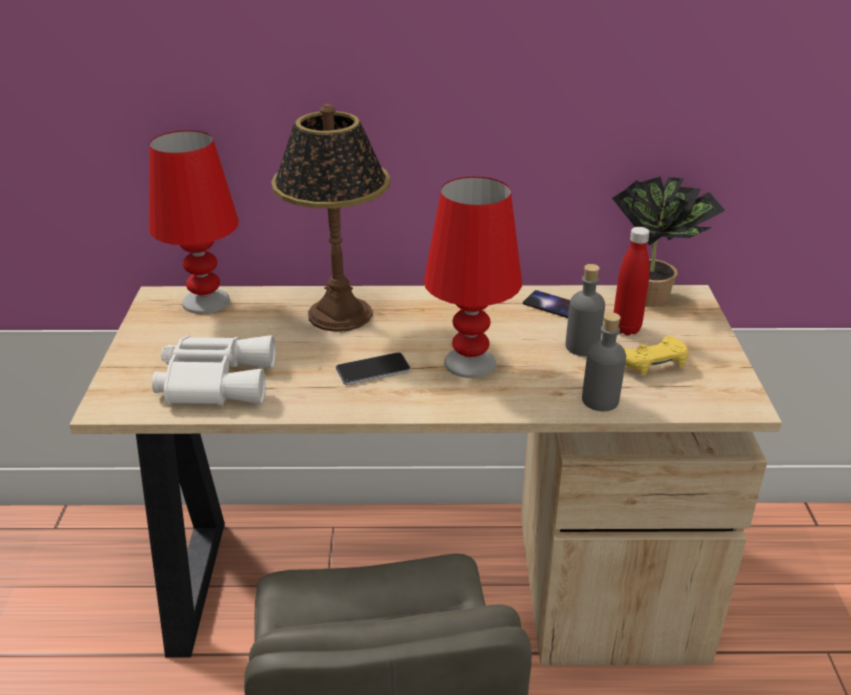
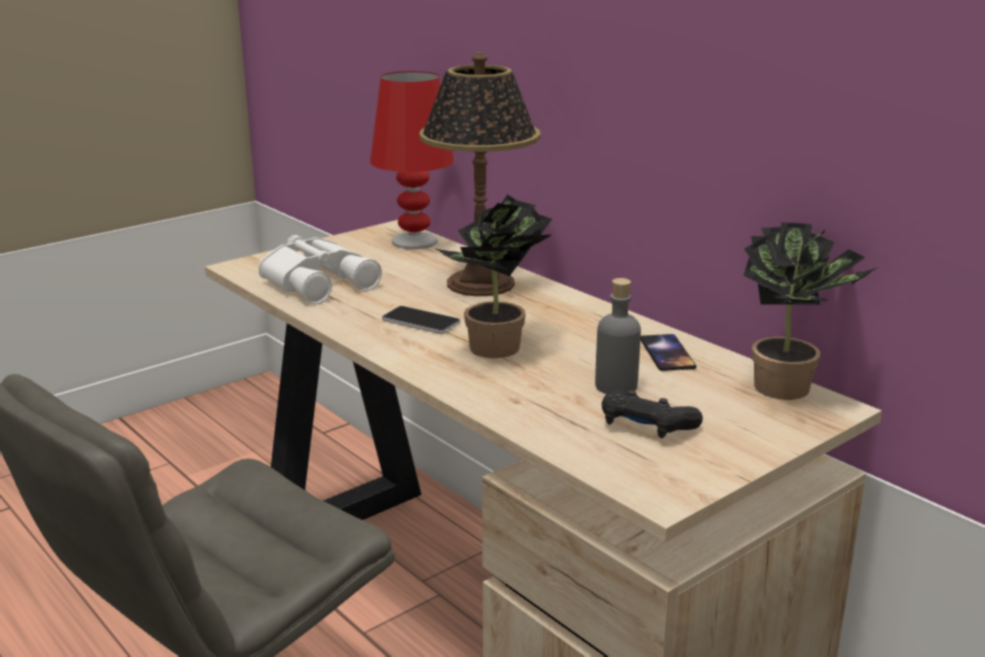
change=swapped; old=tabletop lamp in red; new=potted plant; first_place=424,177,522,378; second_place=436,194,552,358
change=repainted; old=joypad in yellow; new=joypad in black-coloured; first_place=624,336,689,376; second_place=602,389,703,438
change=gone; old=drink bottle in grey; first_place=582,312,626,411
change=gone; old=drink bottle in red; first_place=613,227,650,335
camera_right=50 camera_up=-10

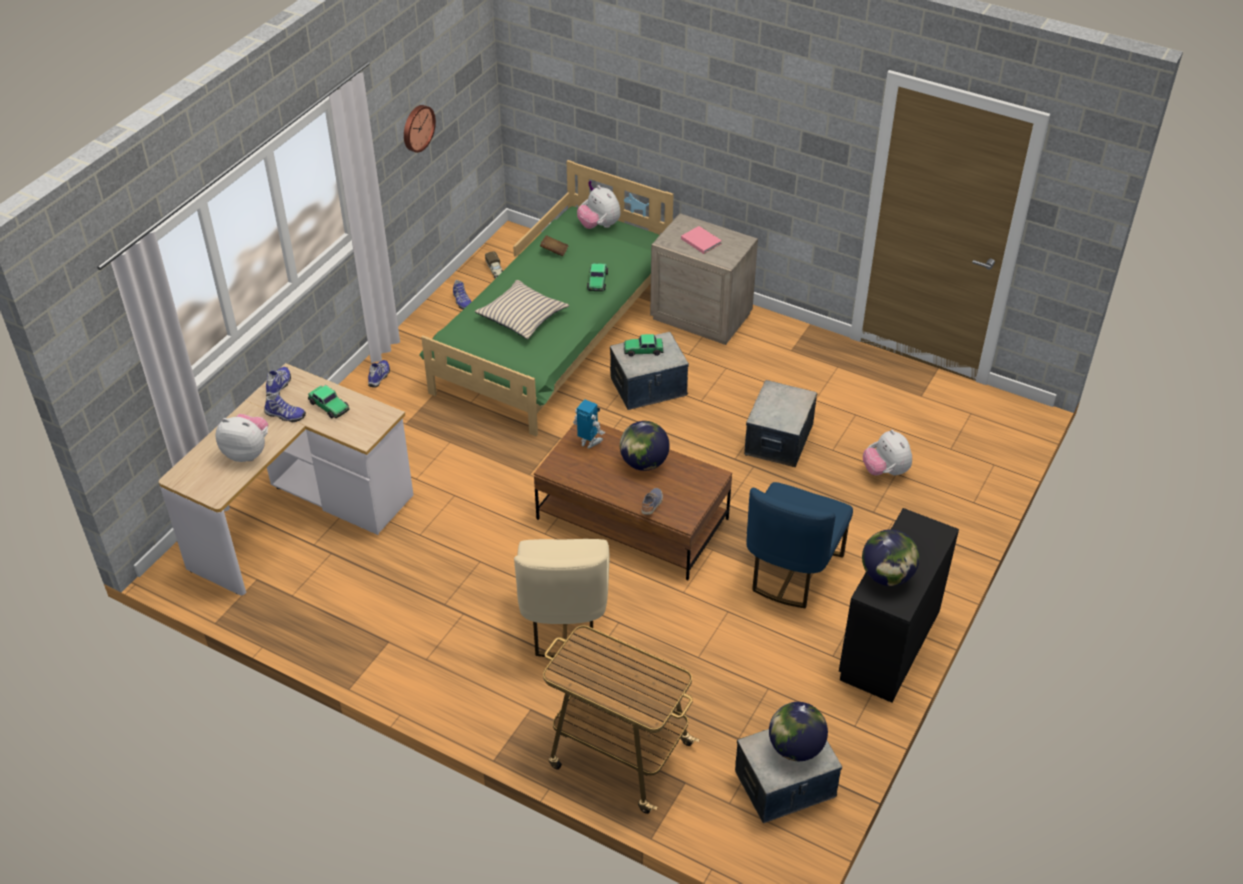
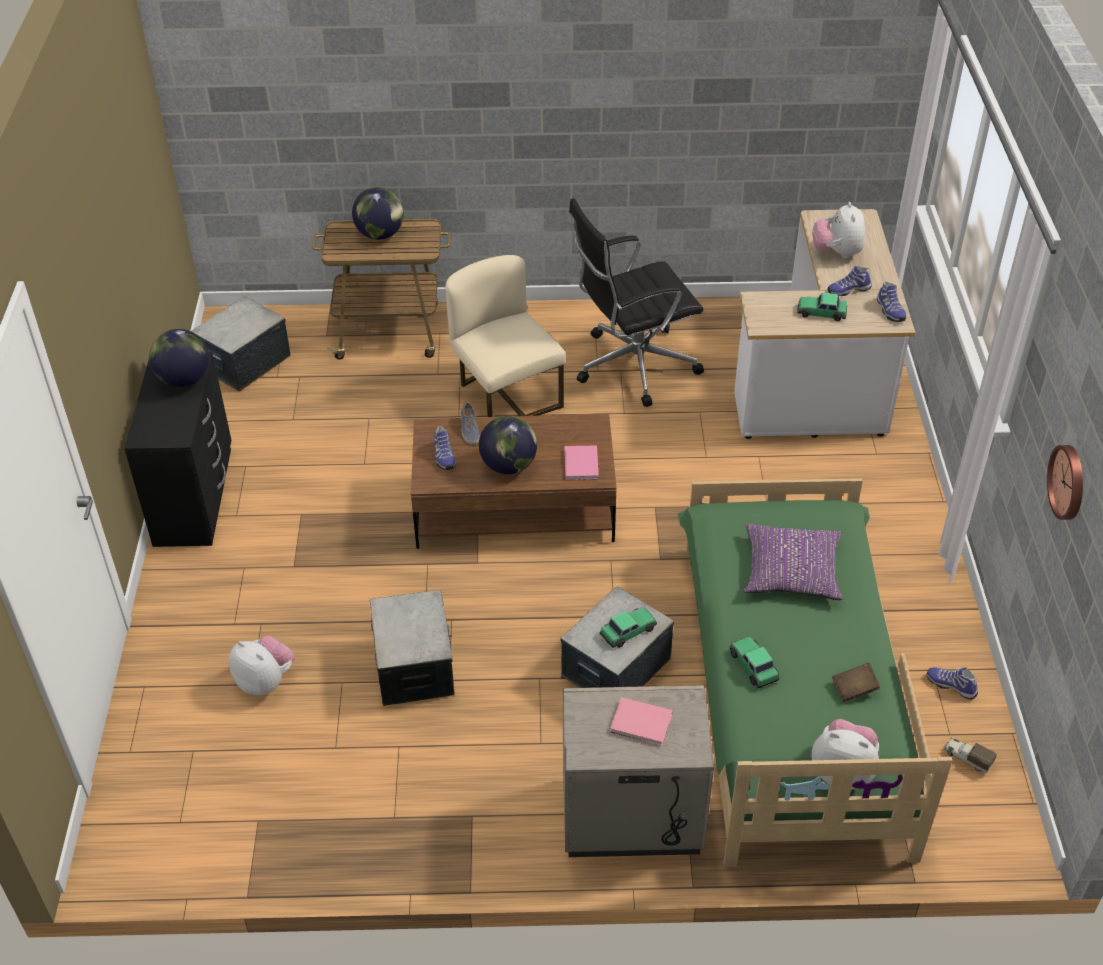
change=shifted; old=globe; first_place=769,702,828,761; second_place=352,187,404,240
change=shifted; old=low shoe; first_place=368,360,390,388; second_place=434,426,456,470
change=swapped; old=toy robot; new=bound book in pink-coloured; first_place=573,399,605,449; second_place=564,445,599,480
change=new; new=desk chair in black-coloured; second_place=569,198,704,407
change=repainted; old=throw pillow in beige-coloured; new=throw pillow in purple-coloured; first_place=475,280,569,339; second_place=744,523,843,600
change=rotated; old=plush toy; first_place=215,414,268,462; second_place=812,202,865,259; degrees=105
change=gone; old=chair in blue; first_place=747,482,853,608
camera_right=150 camera_up=0

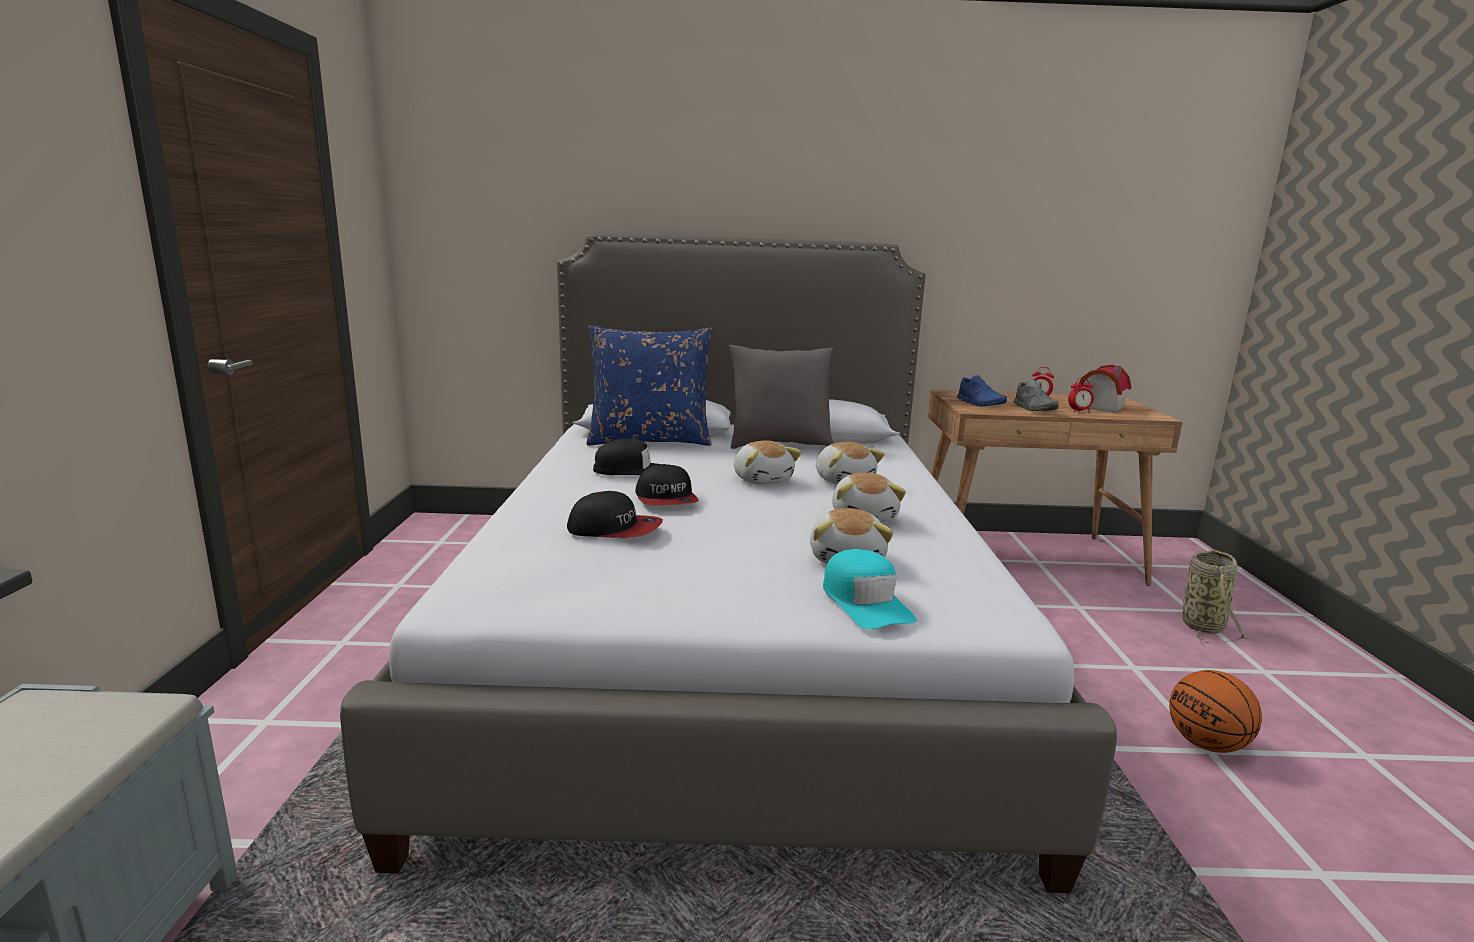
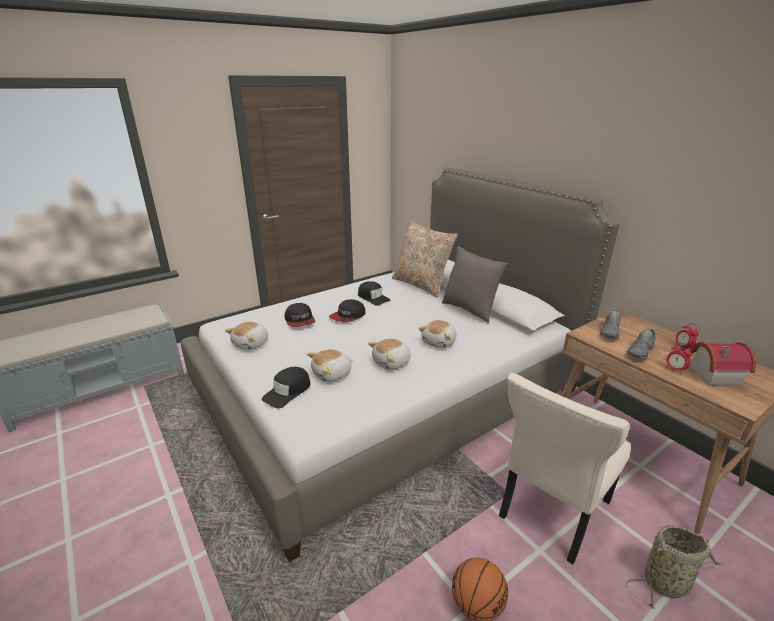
change=shifted; old=plush toy; first_place=734,440,802,484; second_place=225,322,268,350
change=repainted; old=peaked cap in turquoise; new=peaked cap in black-coloured; first_place=823,549,917,629; second_place=262,367,310,409
change=repainted; old=throw pillow in blue; new=throw pillow in beige-coloured; first_place=587,325,712,446; second_place=392,220,458,298
change=new; new=chair in beige-coloured; second_place=499,373,631,564
change=repainted; old=low shoe in blue; new=low shoe in grey; first_place=957,375,1007,407; second_place=600,309,621,339
camera_right=55 camera_up=10

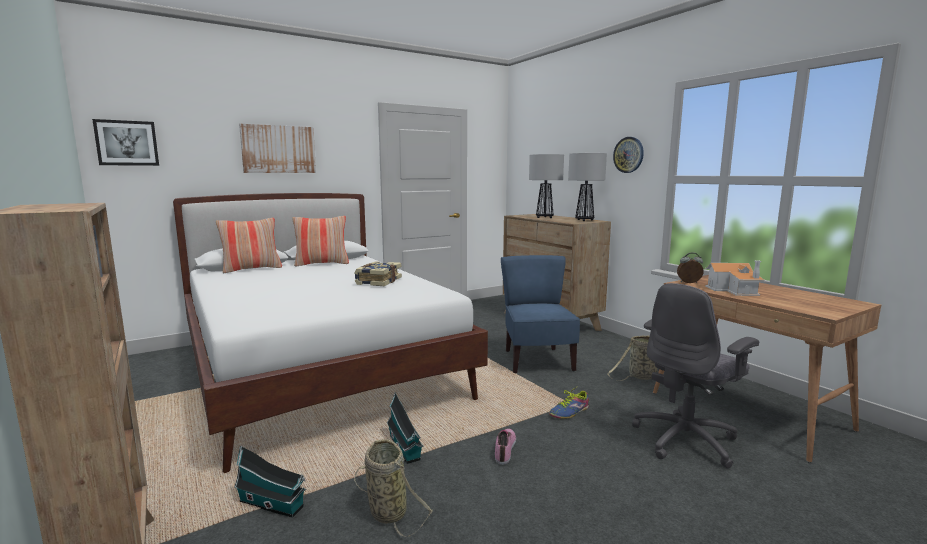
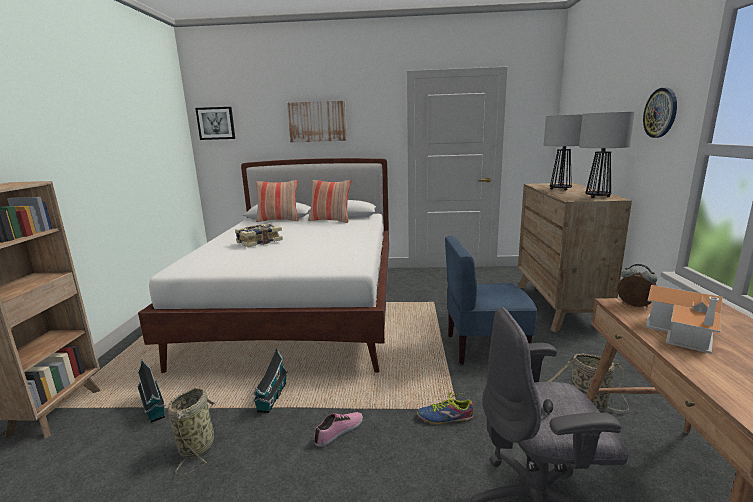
change=shifted; old=bound book; first_place=354,261,402,286; second_place=235,223,283,247
change=rotated; old=chair in blue; first_place=501,255,580,373; second_place=445,236,537,365; degrees=-120
camera_right=35 camera_up=5

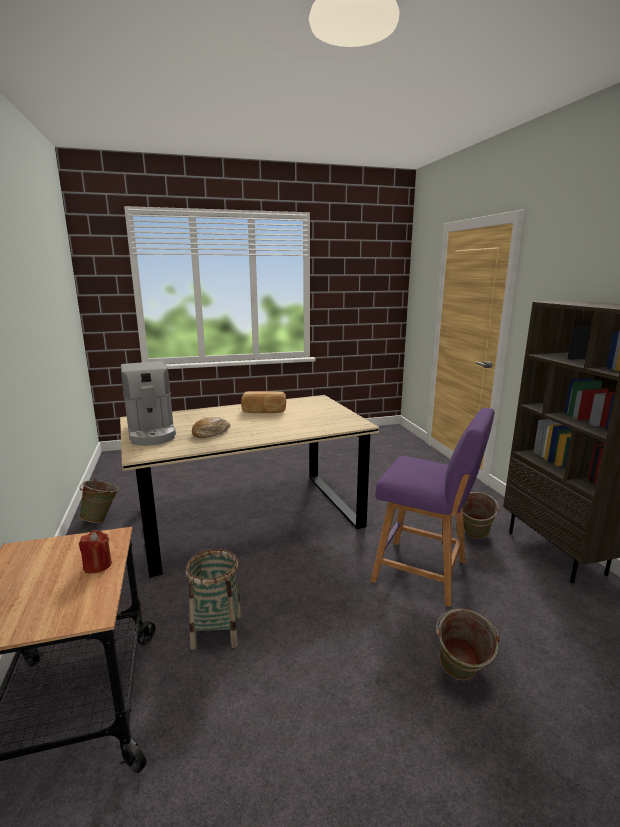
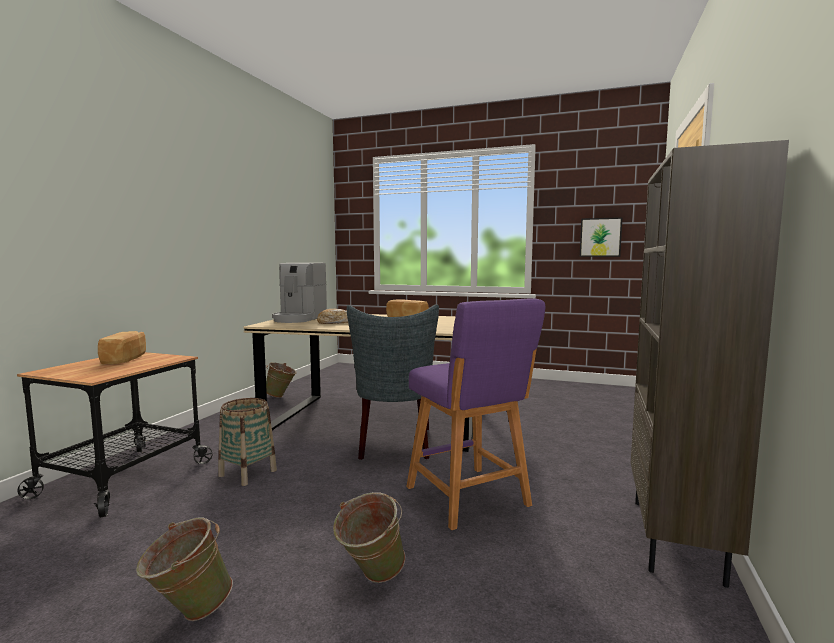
change=new; new=bread; second_place=98,331,146,364
change=shifted; old=bucket in green-coloured; first_place=463,492,500,539; second_place=136,518,233,621
change=new; new=chair in grey; second_place=347,304,439,460
change=new; new=wall picture; second_place=580,217,623,257
change=gone; old=wax light in red; first_place=79,530,112,573
camera_right=35 camera_up=-10

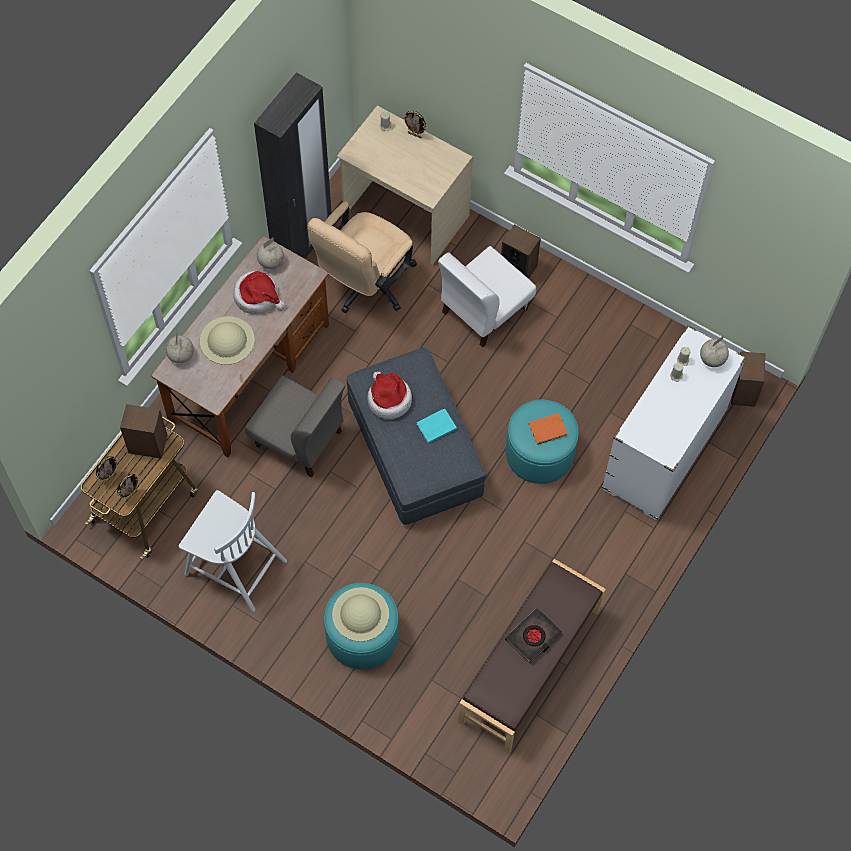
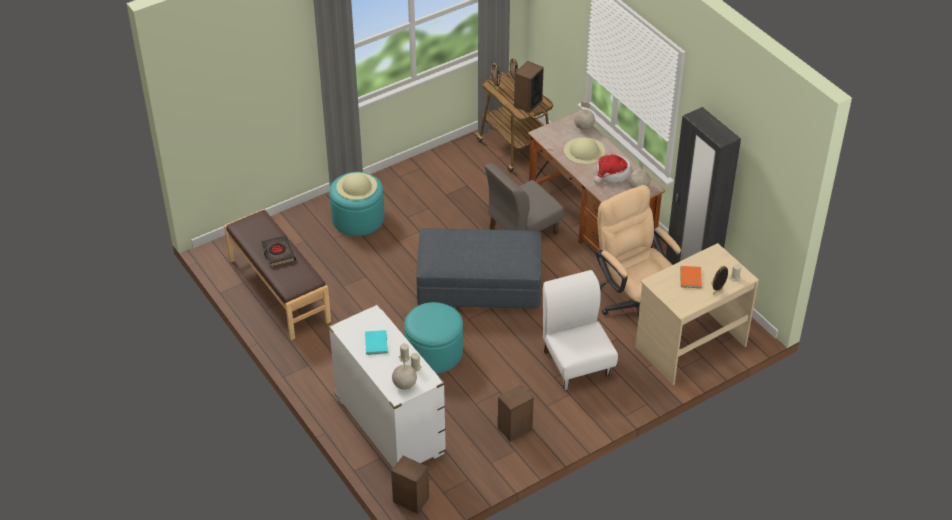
change=shifted; old=bound book in turquoise; first_place=417,408,457,443; second_place=365,330,388,355
change=shifted; old=audio speaker; first_place=501,225,541,279; second_place=498,385,534,442
change=shifted; old=bound book in orange-coloured; first_place=529,413,568,445; second_place=680,266,702,288
change=gone; old=chair in whitish; first_place=179,490,287,612
change=gone; old=hat; first_place=368,371,412,419
camera_right=115 camera_up=-20

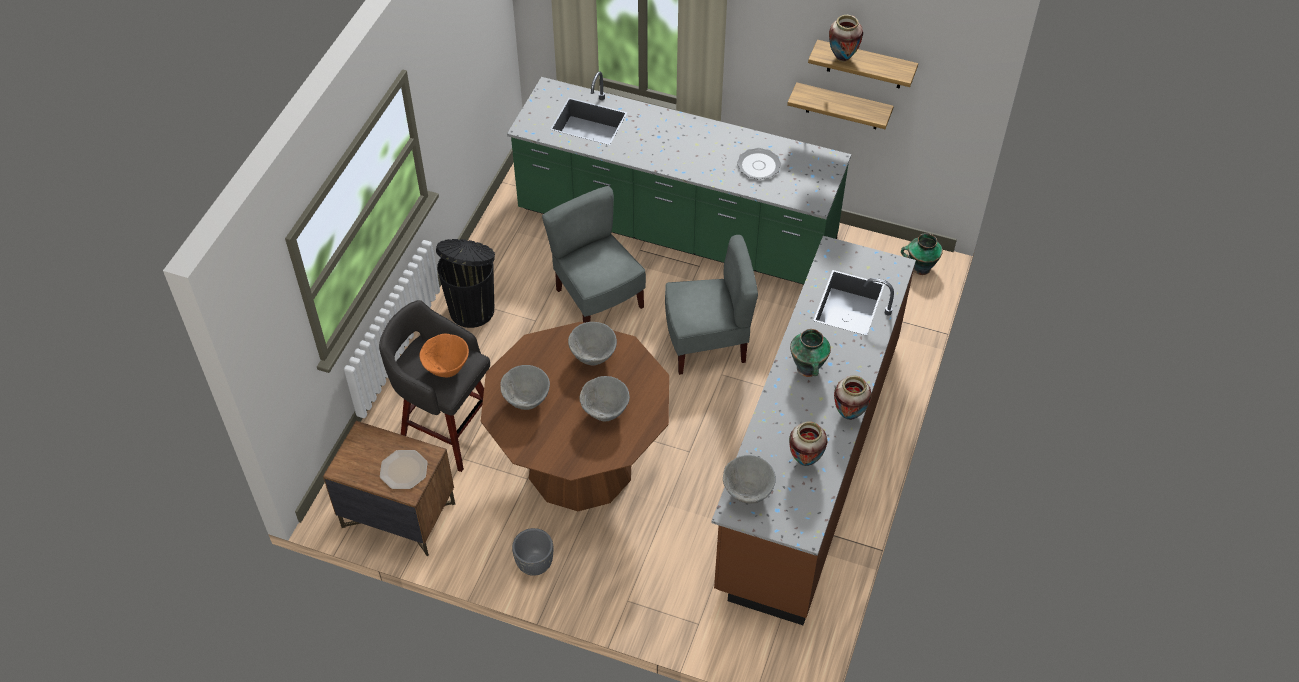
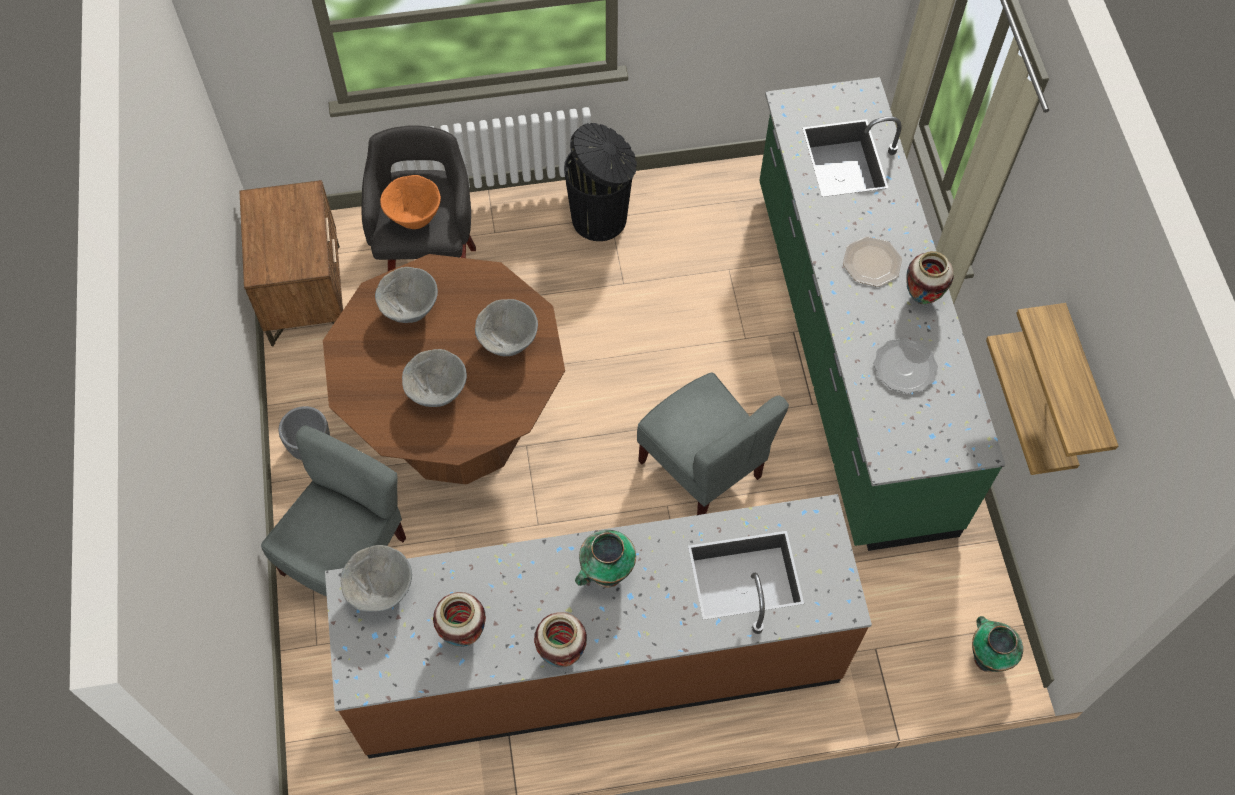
change=shifted; old=chair in grey; first_place=542,186,646,323; second_place=261,426,406,597
change=shifted; old=dinner plate; first_place=380,450,428,489; second_place=843,236,902,287
change=shifted; old=decorative vase; first_place=829,15,863,62; second_place=907,251,953,304
camera_right=60 camera_up=10

